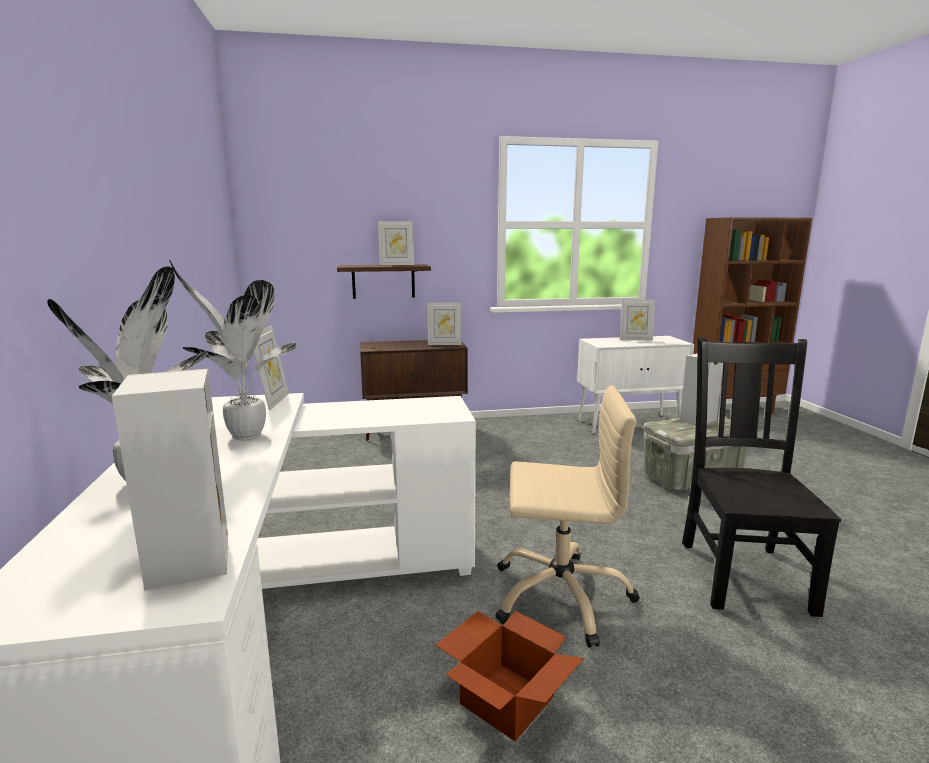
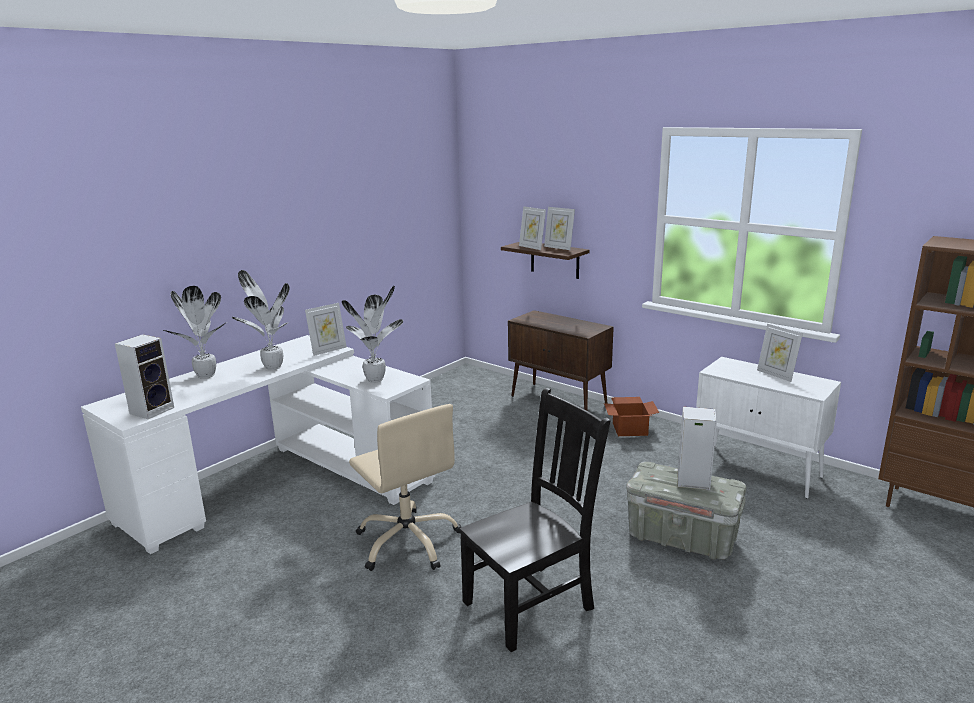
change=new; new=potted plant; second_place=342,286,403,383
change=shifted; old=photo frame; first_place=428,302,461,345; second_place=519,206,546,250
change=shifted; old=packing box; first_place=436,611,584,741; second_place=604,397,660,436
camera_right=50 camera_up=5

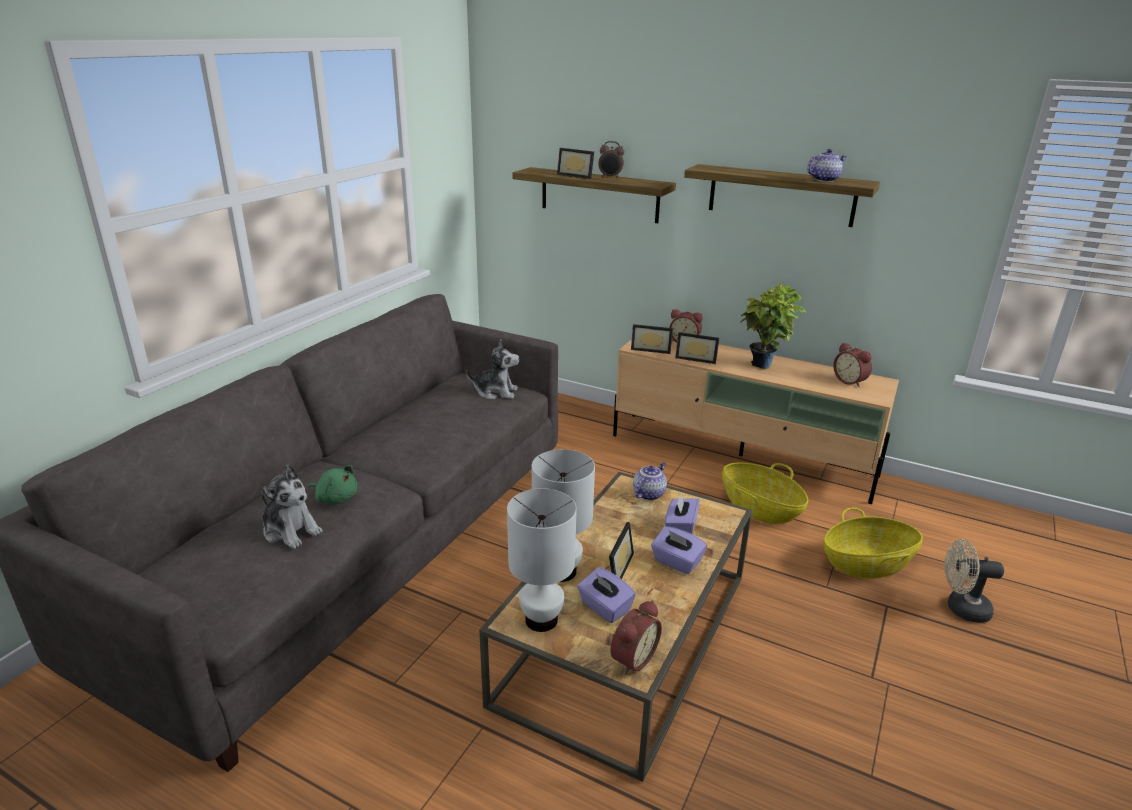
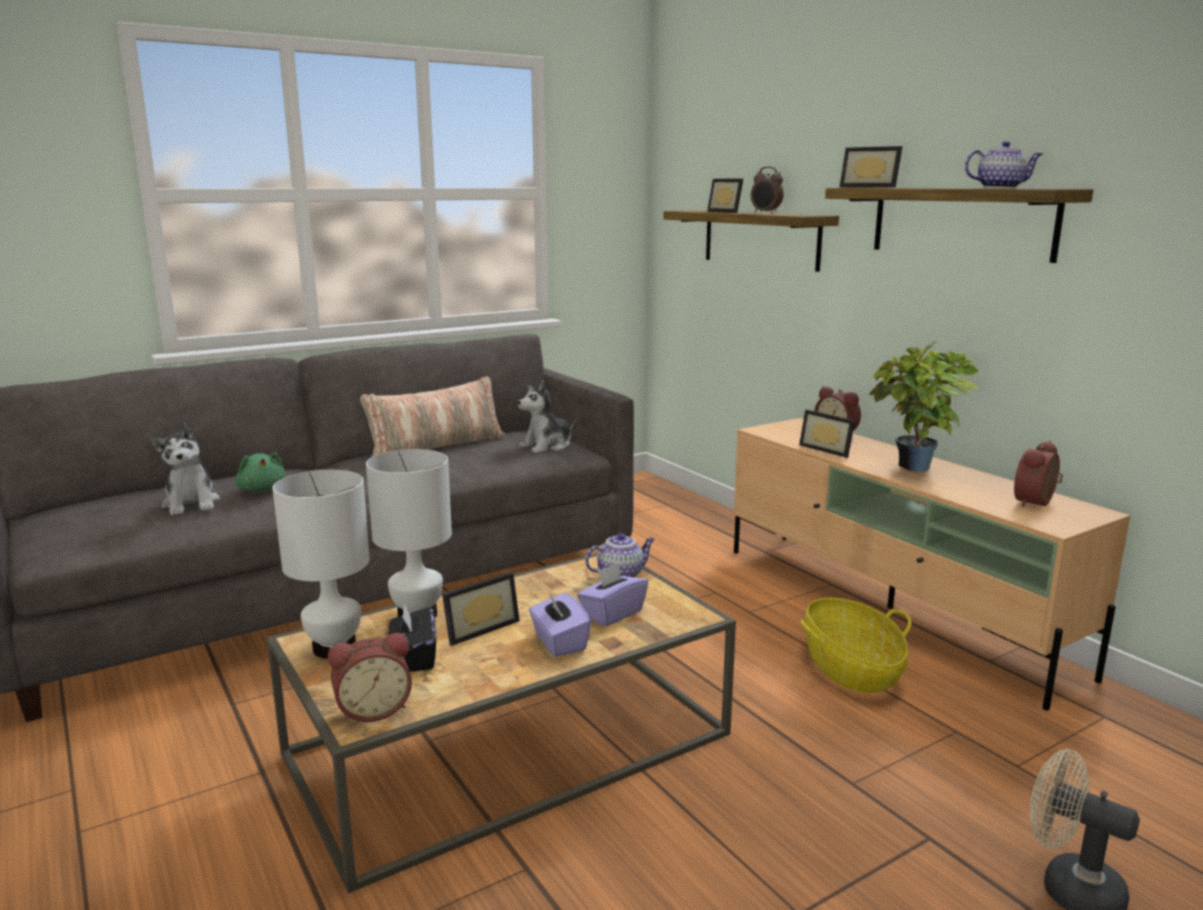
change=new; new=throw pillow; second_place=360,376,505,457
change=repainted; old=box of tissues in purple-coloured; new=box of tissues in black-coloured; first_place=577,567,636,623; second_place=388,603,436,672
change=rotated; old=plush toy; first_place=466,340,519,400; second_place=518,380,576,453; degrees=105
change=shifted; old=photo frame; first_place=631,324,673,354; second_place=839,146,902,188
change=rotated; old=alarm clock; first_place=833,343,872,387; second_place=1014,441,1063,507; degrees=45
change=gone; old=household basket; first_place=823,508,923,579
camera_right=30 camera_up=-10

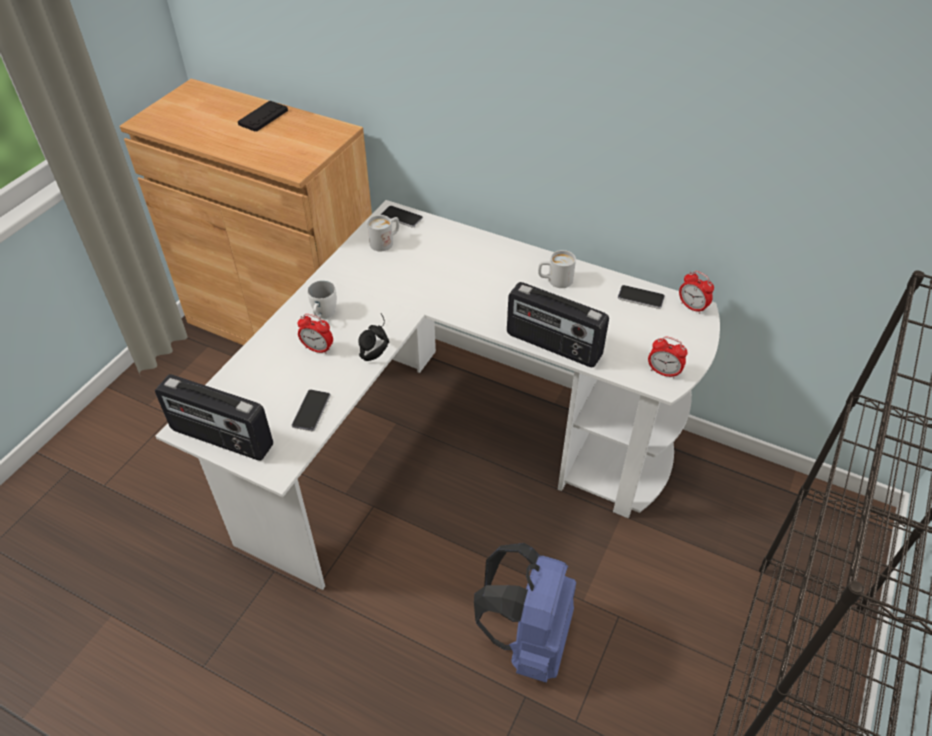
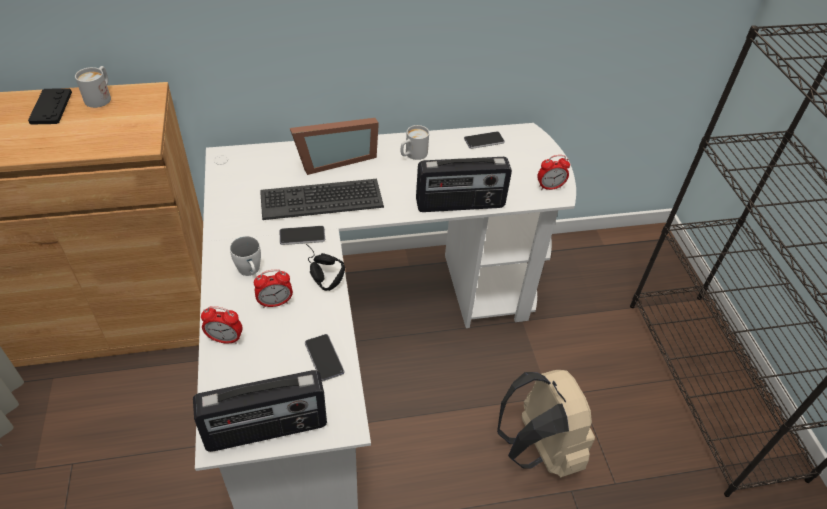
change=shifted; old=mug in whitish; first_place=367,215,399,251; second_place=75,66,111,108
change=shifted; old=alarm clock; first_place=679,271,714,314; second_place=201,306,243,344
change=new; new=computer keyboard; second_place=260,179,384,220
change=shifted; old=handset; first_place=381,206,423,228; second_place=280,226,325,245
change=new; new=photo frame; second_place=290,118,379,175
change=repainted; old=backpack in blue; new=backpack in beige-coloured; first_place=474,543,576,683; second_place=497,370,595,477
camera_right=-40 camera_up=0

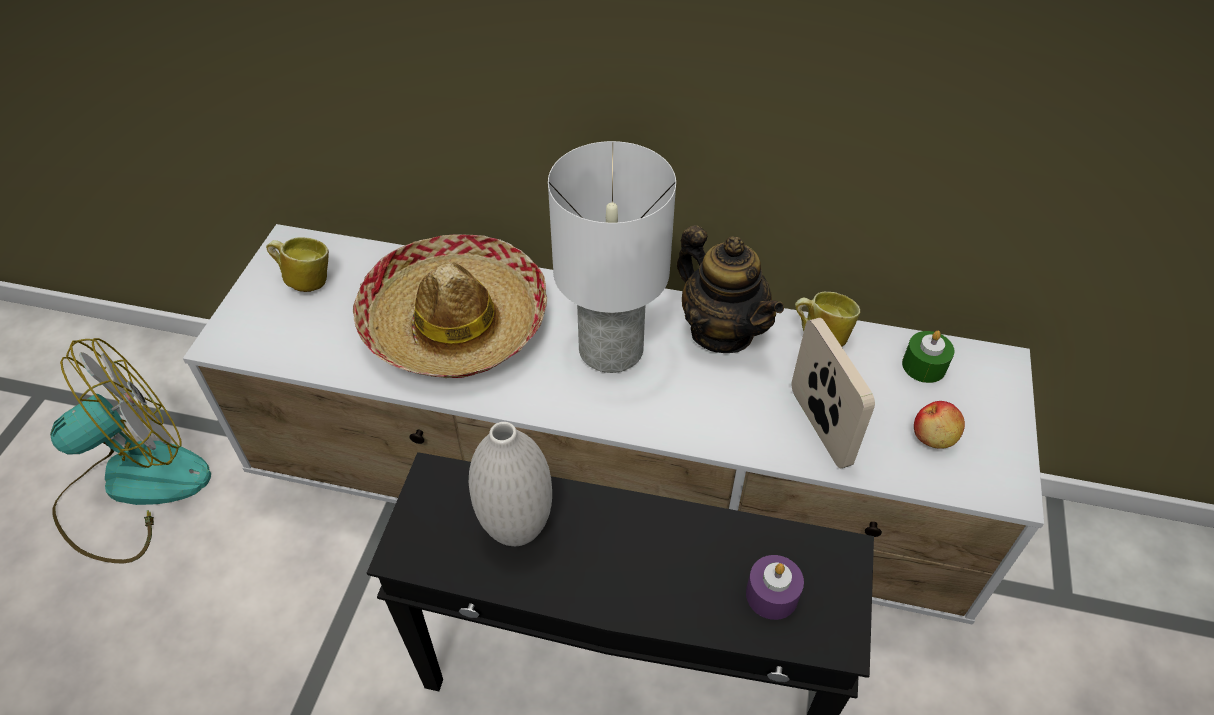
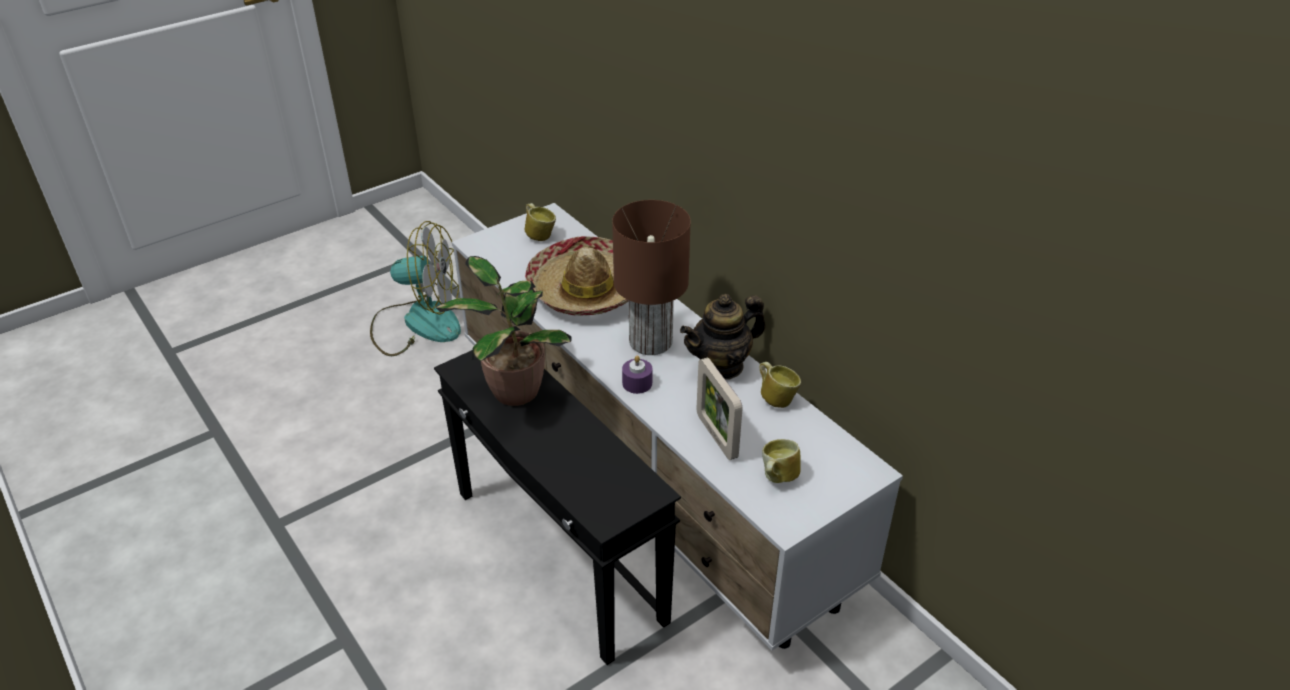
change=swapped; old=decorative vase in whitish; new=potted plant; first_place=469,422,552,546; second_place=435,256,572,406
change=repainted; old=tabletop lamp in whitish; new=tabletop lamp in brown-coloured; first_place=548,141,676,373; second_place=612,200,691,355
change=shifted; old=wax light in purple-coloured; first_place=746,555,804,620; second_place=622,356,652,394
change=rotated; old=pot for tea; first_place=677,225,784,353; second_place=680,294,766,380; degrees=60
change=rotated; old=photo frame; first_place=791,318,875,469; second_place=697,357,742,460; degrees=135
change=swapped; old=apple fruit; new=mug; first_place=914,401,965,449; second_place=762,439,801,483
change=gone; old=wax light in green-coloured; first_place=902,331,954,383
camera_right=40 camera_up=-10

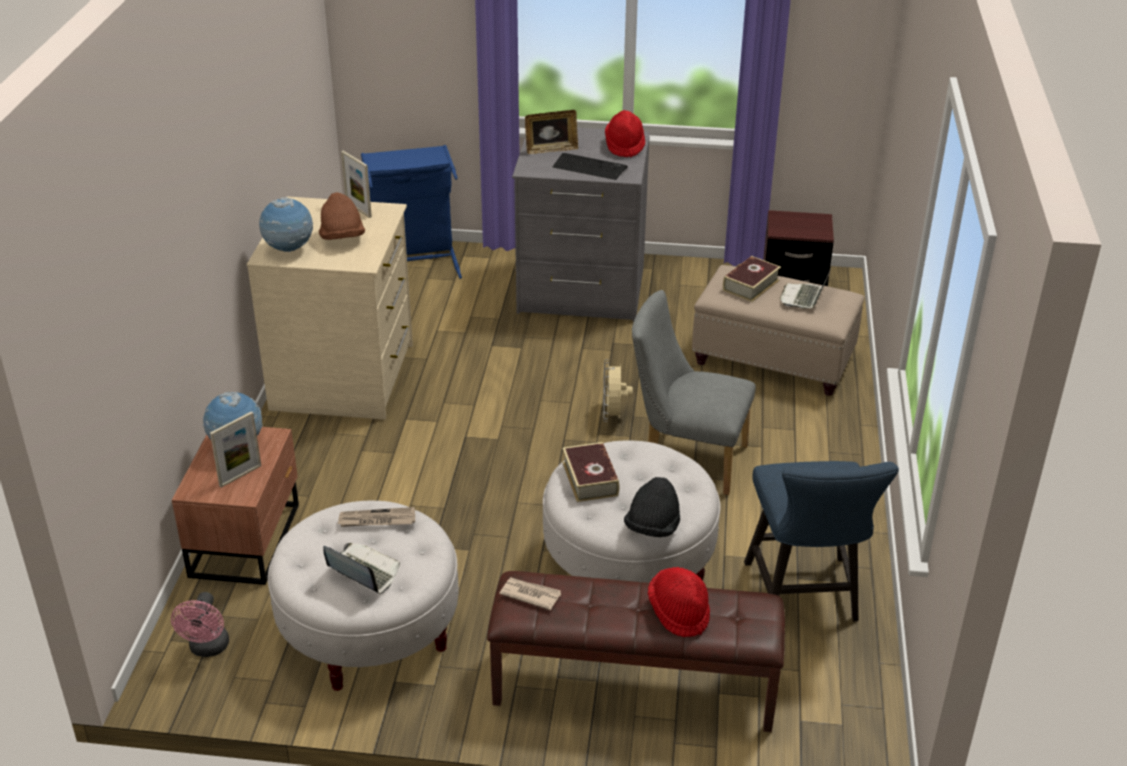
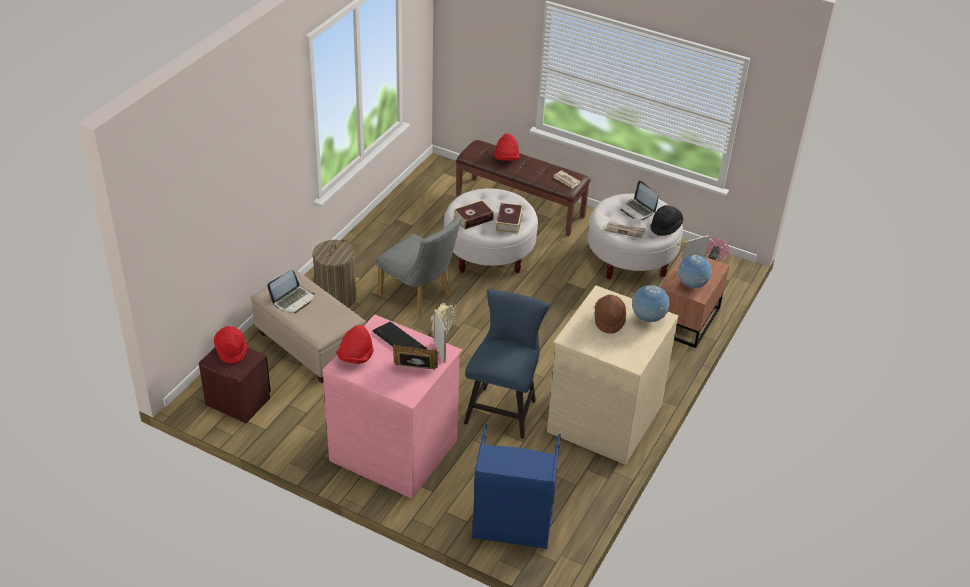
change=new; new=hat in red; second_place=214,326,247,364
change=new; new=washing basket; second_place=313,239,356,308
change=repainted; old=drawer chest in grey; new=drawer chest in pink-coloured; first_place=512,128,650,322; second_place=322,315,462,499
change=shifted; old=photo frame; first_place=341,151,372,218; second_place=434,309,446,363
change=shifted; old=bound book; first_place=723,256,781,302; second_place=453,200,494,230
change=shifted; old=chair in blue; first_place=744,461,899,622; second_place=464,289,550,439
change=shifted; old=hat in black-coloured; first_place=624,477,680,537; second_place=651,205,683,236
camera_right=-160 camera_up=5

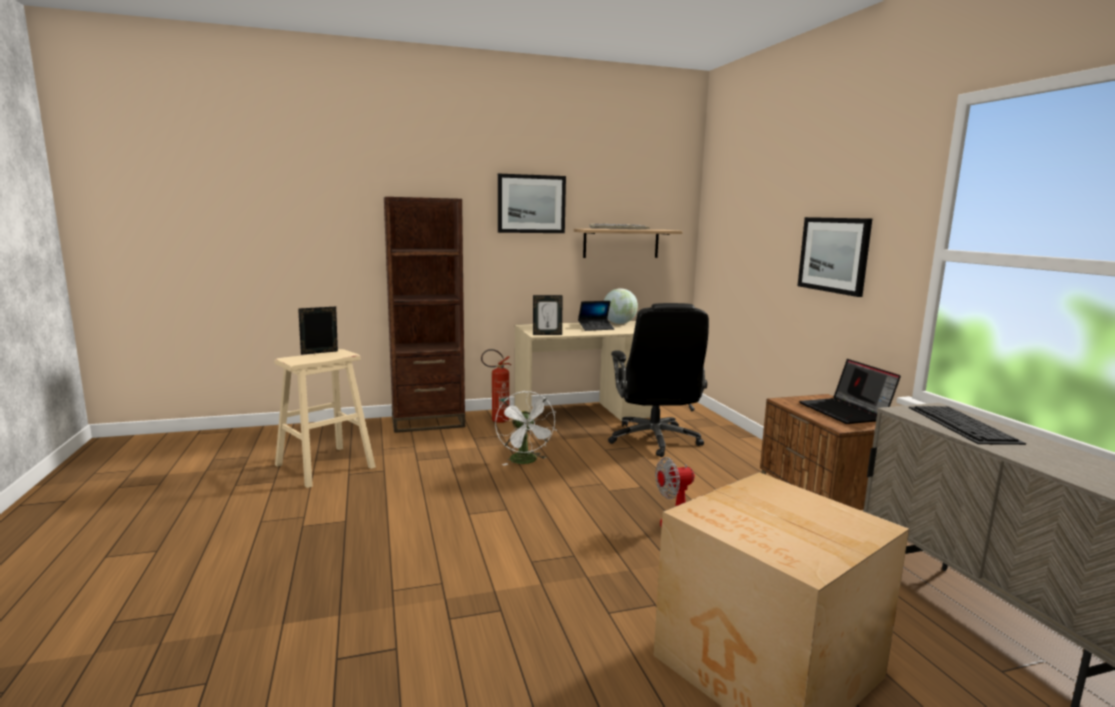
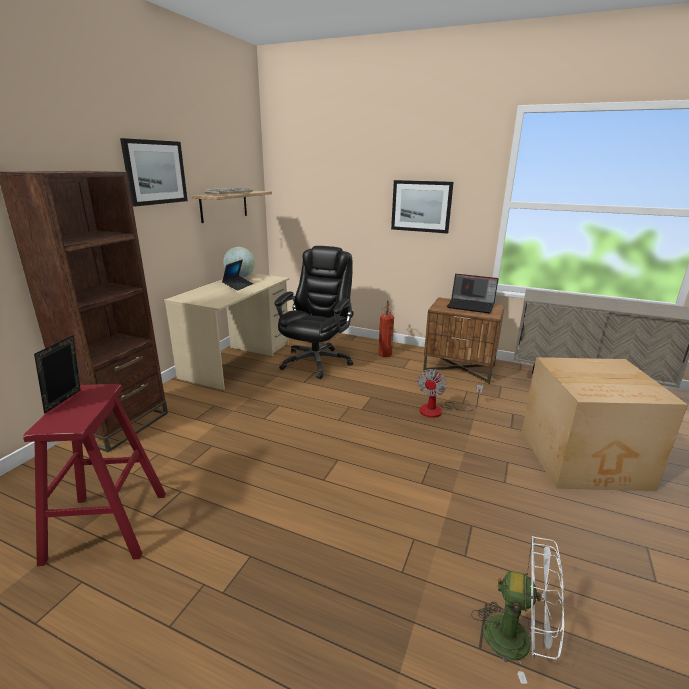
change=repainted; old=stool seat in beige-coloured; new=stool seat in red; first_place=274,349,376,488; second_place=23,384,166,566
change=rotated; old=desk chair in black-coloured; first_place=608,303,709,457; second_place=274,246,354,379; degrees=-105
change=shifted; old=fire-fighting cylinder; first_place=481,349,512,423; second_place=378,300,394,357
change=shifted; old=cooling fan in whitish; first_place=495,391,557,466; second_place=471,535,564,684
change=gone; old=photo frame; first_place=533,295,562,335
change=gone; old=computer keyboard; first_place=909,406,1026,445
camera_right=-50 camera_up=10

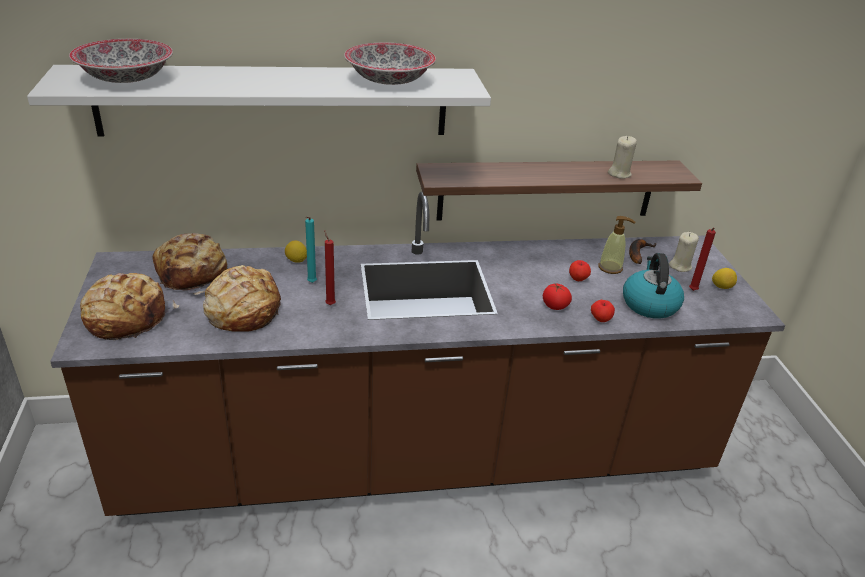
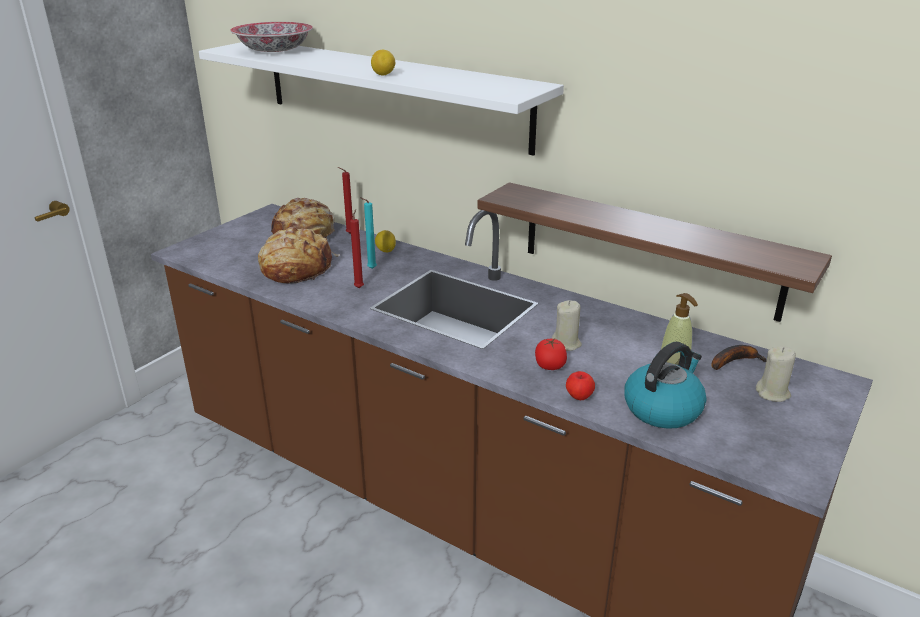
change=shifted; old=wax light in red; first_place=689,228,716,291; second_place=338,167,353,234
change=shifted; old=whole lemon; first_place=712,268,737,289; second_place=371,50,395,75
change=shifted; old=wax light in beige-coloured; first_place=608,136,637,179; second_place=552,300,582,351
change=gone; old=bread; first_place=80,273,179,340
change=gone; old=deep dish; first_place=344,43,436,85
change=gone; old=apple fruit; first_place=569,260,591,281
camera_right=45 camera_up=-5

